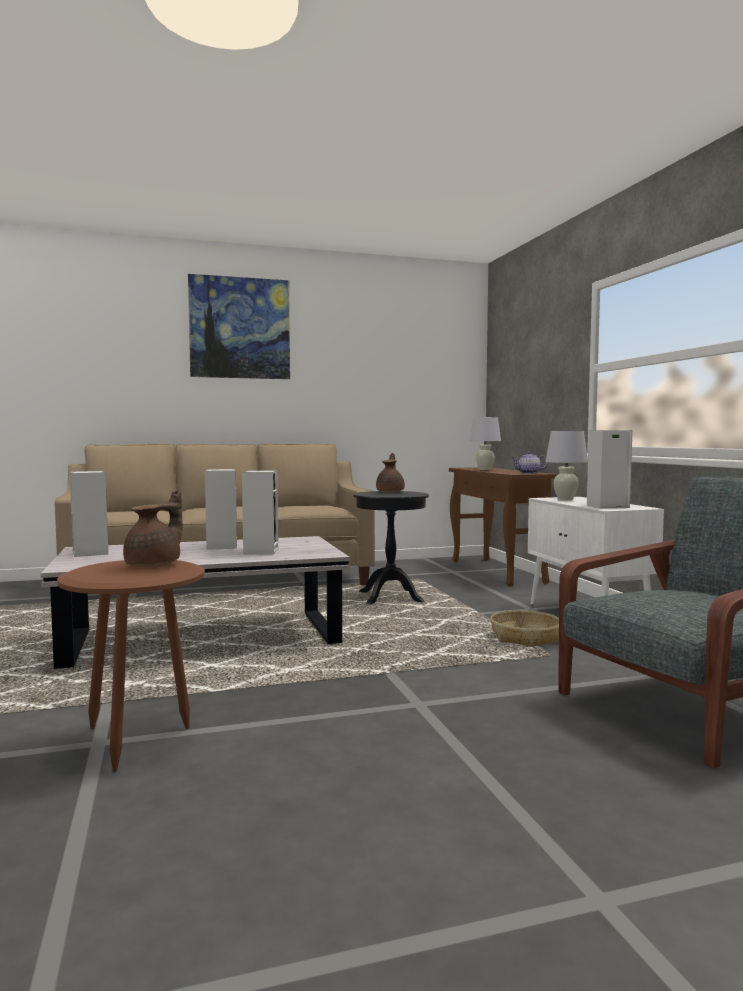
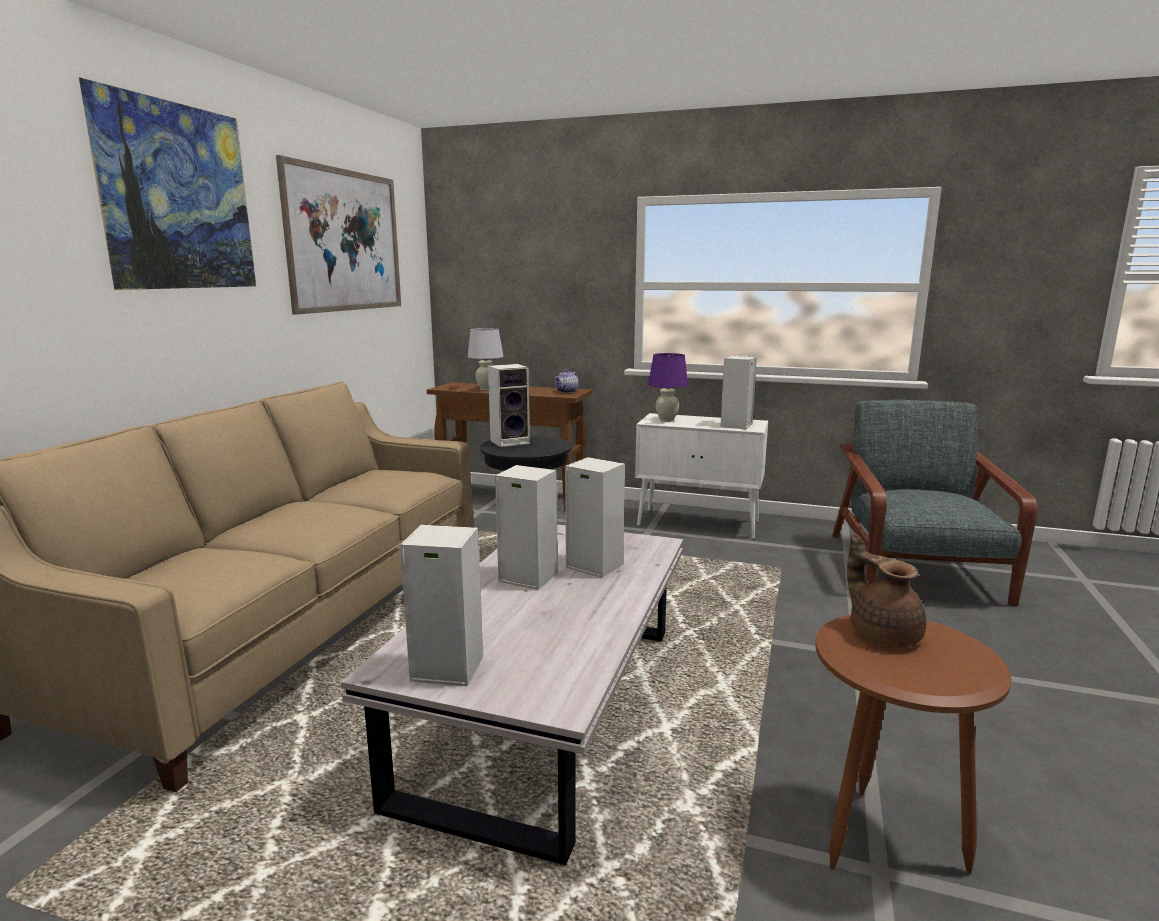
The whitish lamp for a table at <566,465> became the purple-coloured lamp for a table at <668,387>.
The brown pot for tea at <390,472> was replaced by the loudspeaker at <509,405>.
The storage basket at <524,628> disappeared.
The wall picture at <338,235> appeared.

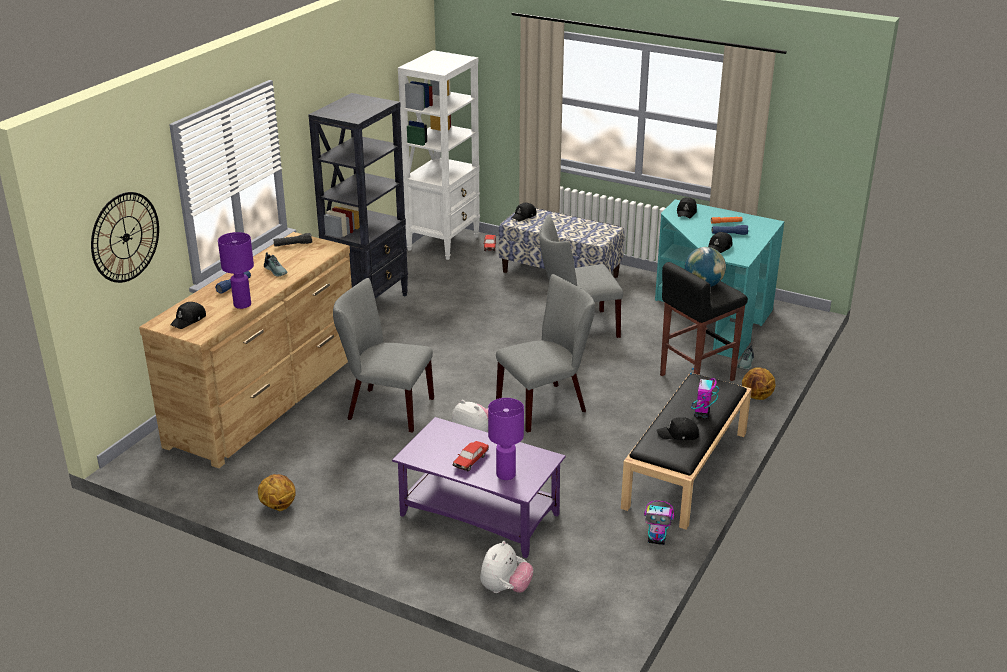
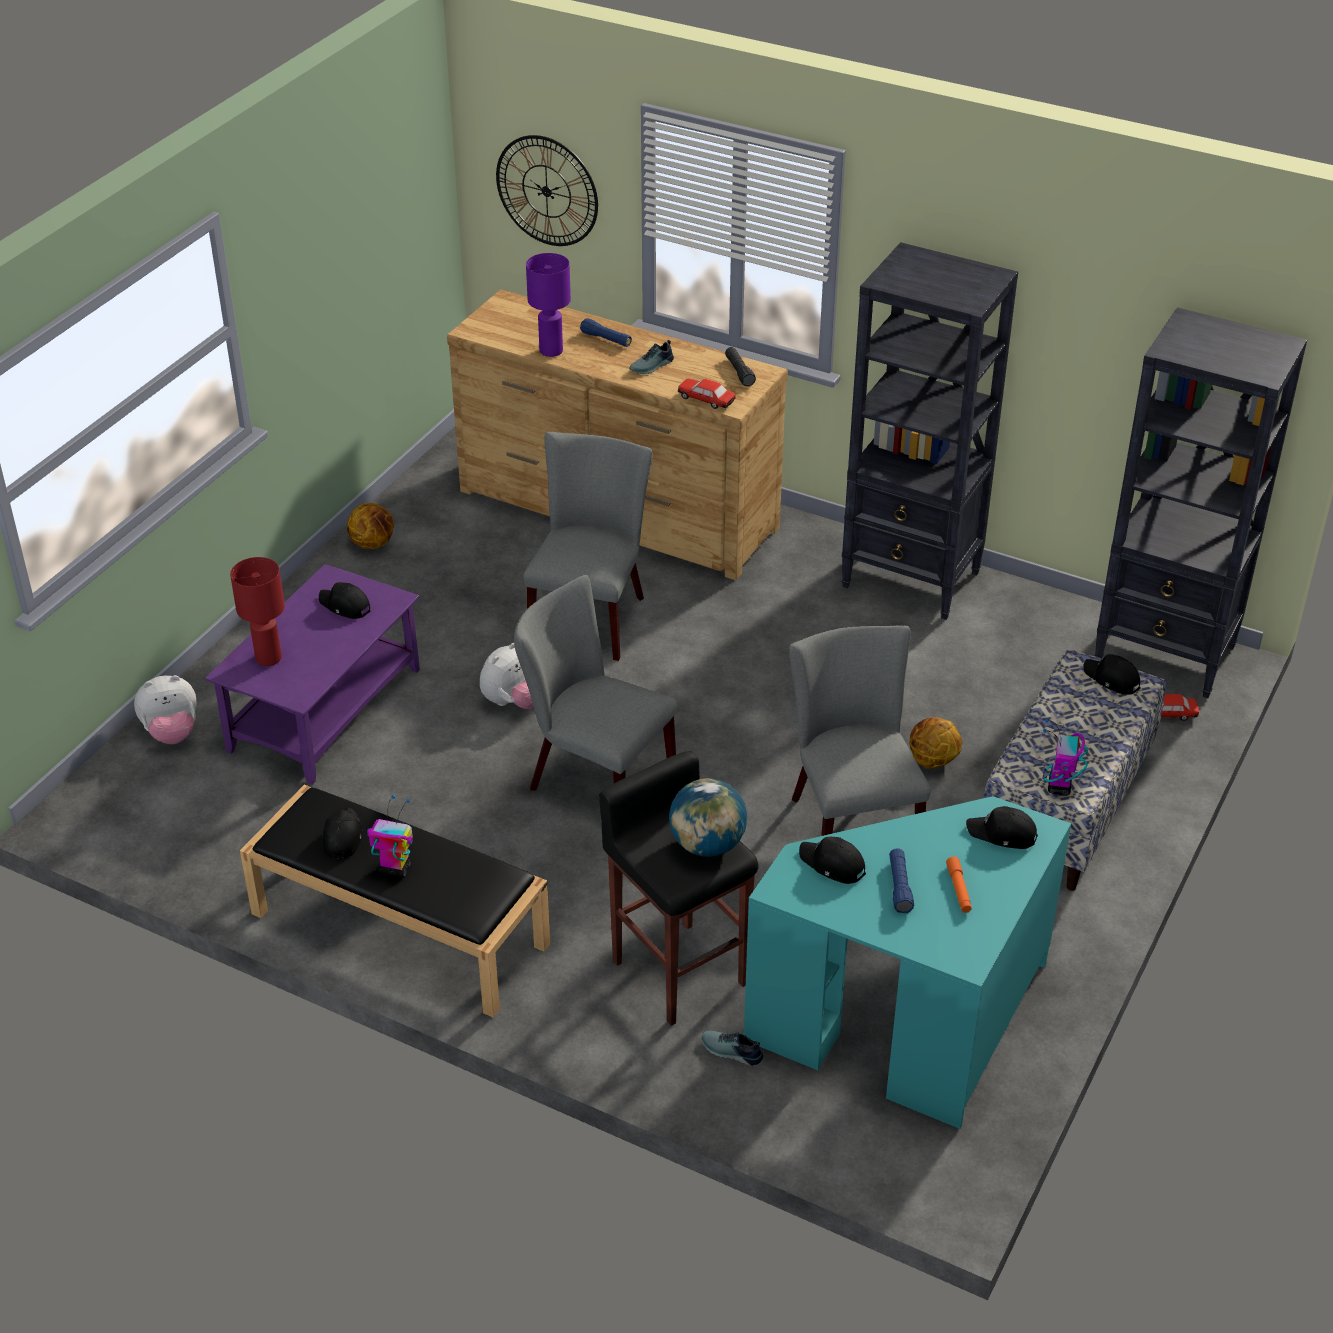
The whitish shelving unit at <439,155> became the black-coloured shelving unit at <1200,502>.
The greyish chair at <545,353> turned 150 degrees clockwise.
The black-coloured baseball cap moved from <188,315> to <344,600>.
The ball for basketball moved from <759,383> to <936,743>.
The purple-coloured lamp for a table at <506,439> became the red lamp for a table at <257,611>.
The toy car moved from <471,456> to <707,394>.
The toy robot moved from <659,523> to <1065,757>.
The cuddly toy at <506,567> turned 45 degrees counterclockwise.

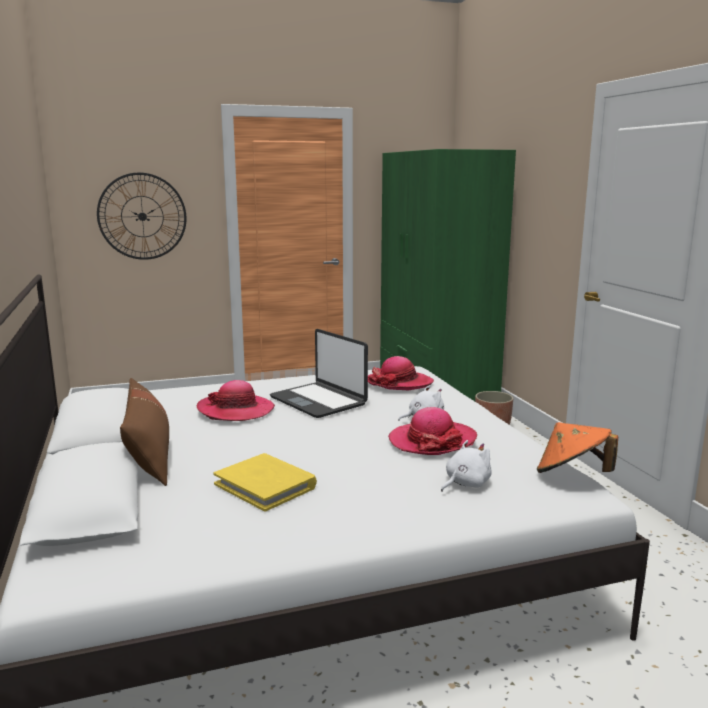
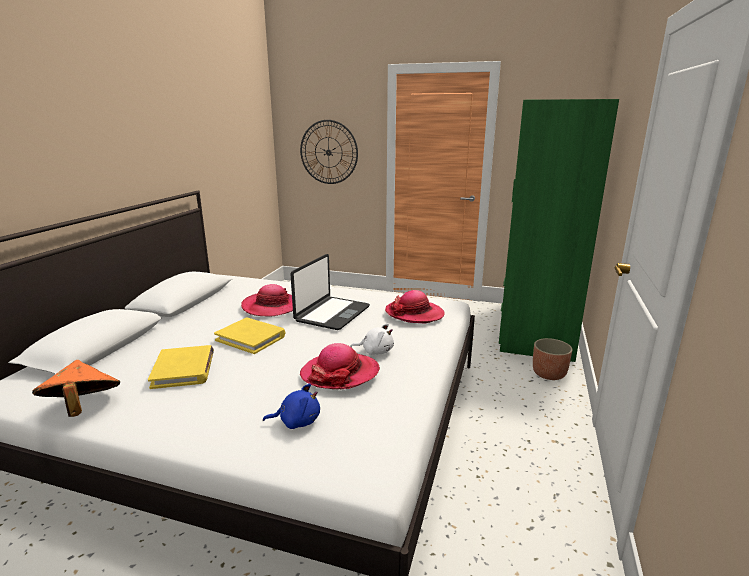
The notebook computer at <319,373> turned 150 degrees counterclockwise.
The brown throw pillow at <144,432> disappeared.
The orange-coloured wearable hat moved from <577,447> to <76,388>.
The whitish cuddly toy at <466,466> became the bluish cuddly toy at <291,406>.
The yellowish bound book at <249,336> appeared.

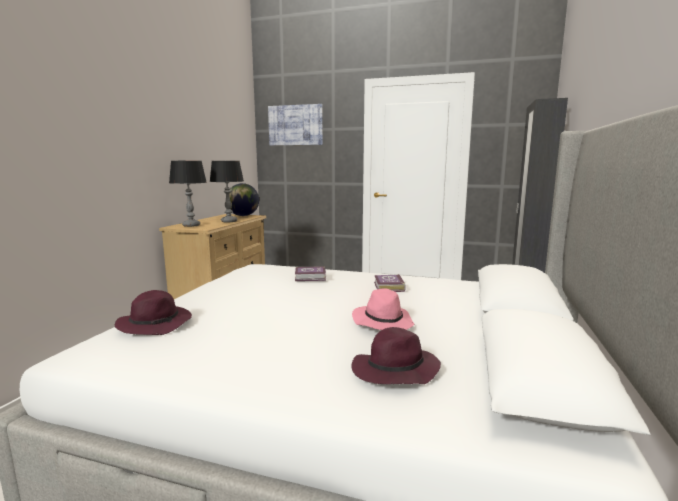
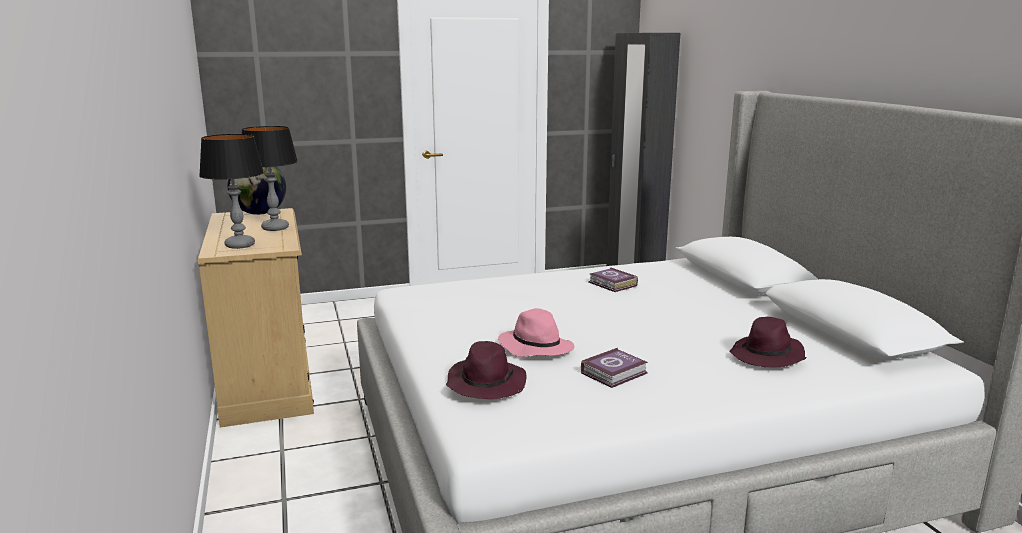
The wall picture at <295,125> disappeared.
The bound book moved from <310,273> to <614,368>.
The pink wearable hat moved from <383,309> to <536,332>.

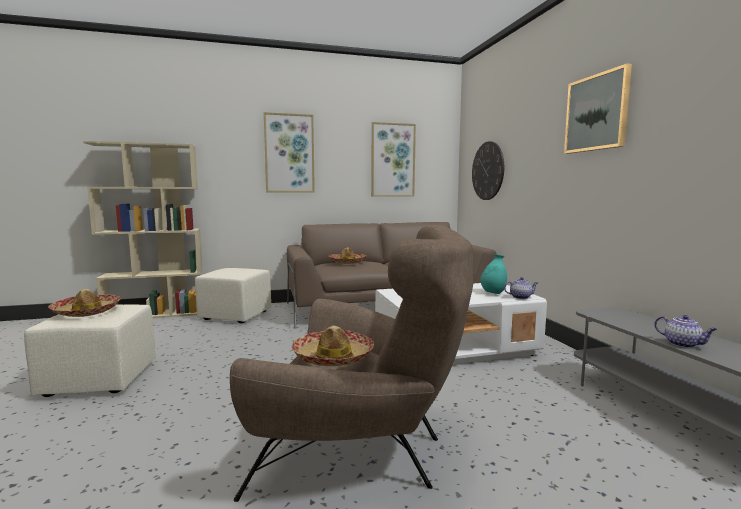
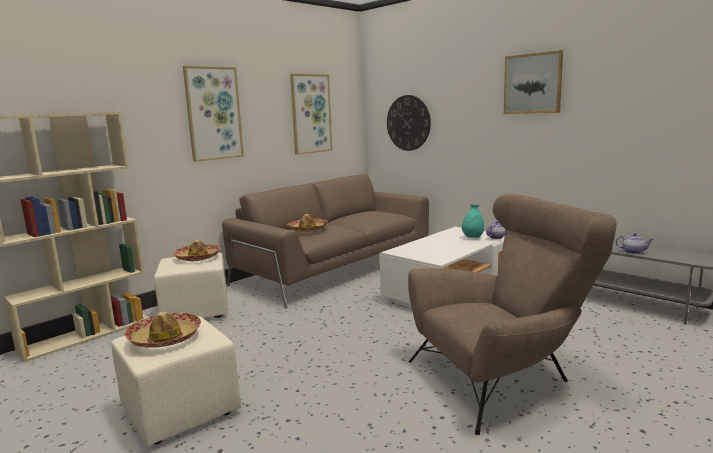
The wearable hat moved from <332,346> to <197,251>.

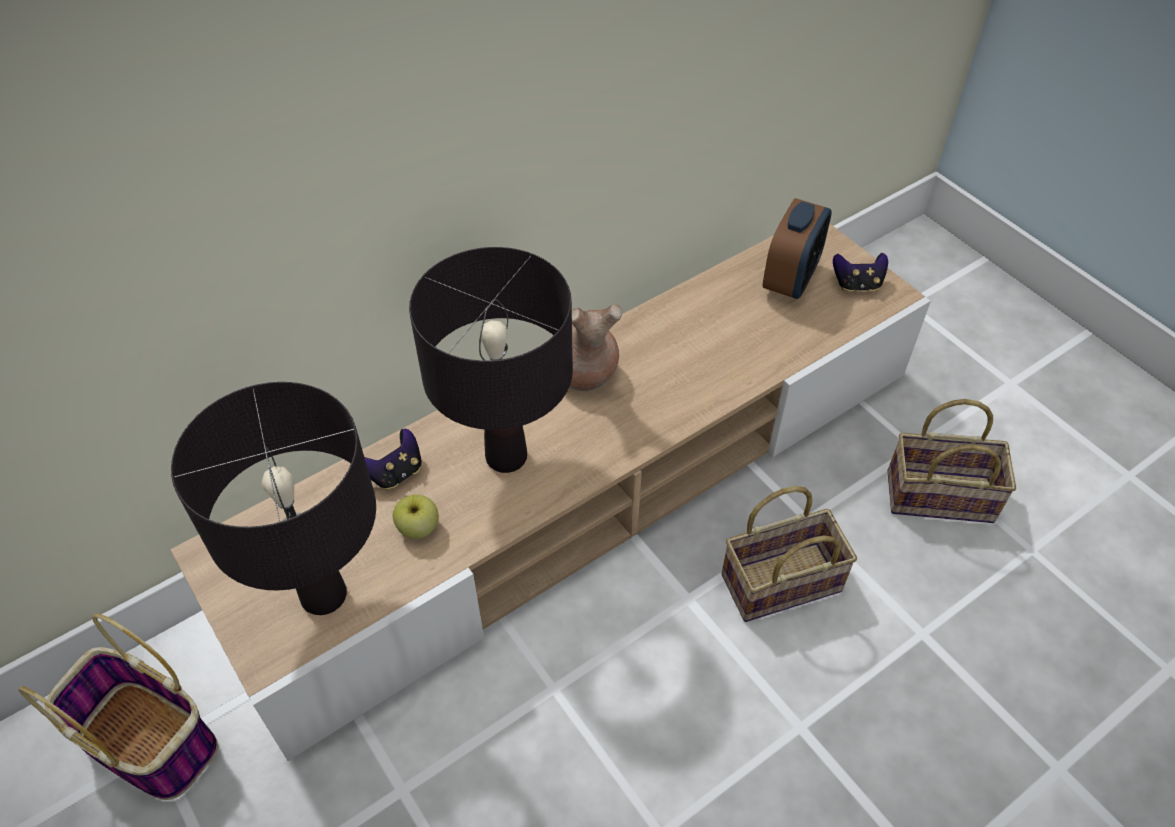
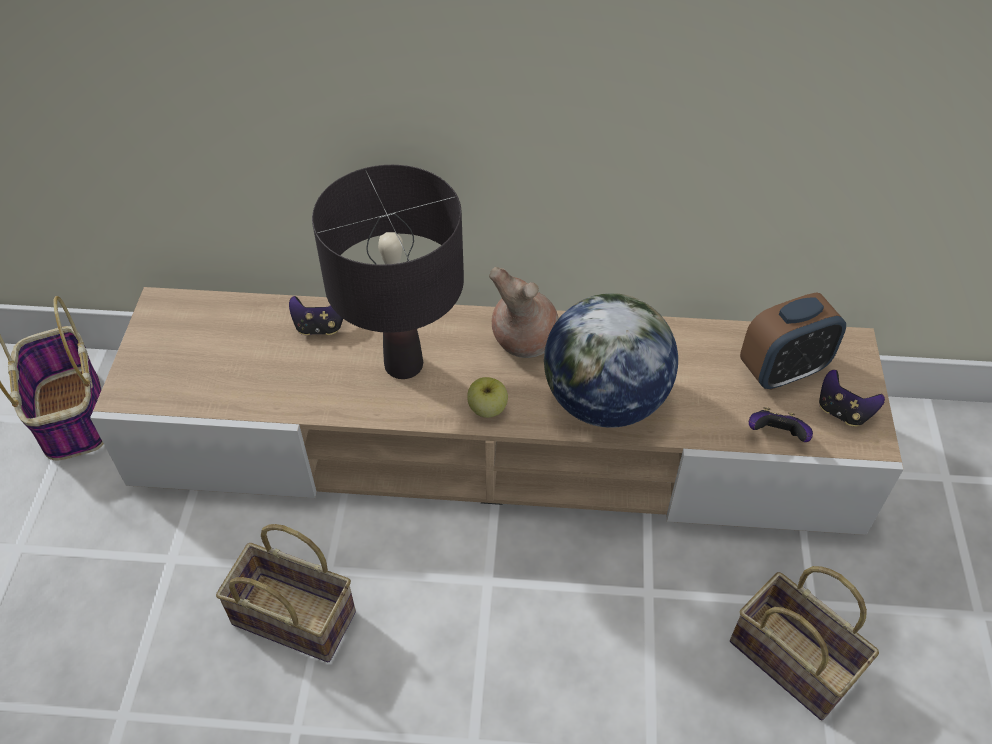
The black-coloured lamp for a table at <273,498> disappeared.
The storage basket moved from <789,554> to <286,593>.
The apple fruit moved from <415,517> to <487,397>.
The globe at <611,360> appeared.
The joypad at <781,424> appeared.

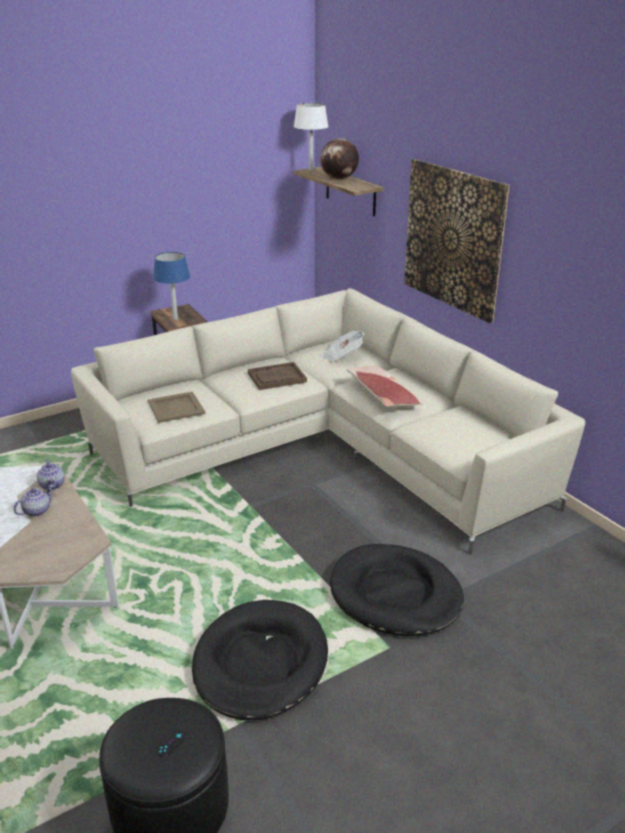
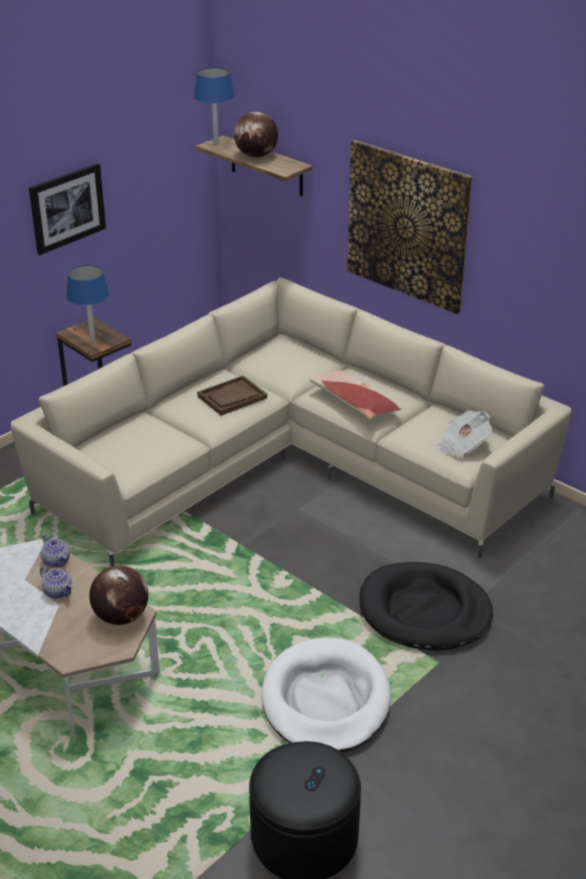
The whitish lamp for a table at <311,137> became the bluish lamp for a table at <214,106>.
The printed paper moved from <343,346> to <464,434>.
The beige tray at <176,407> disappeared.
The pot for tea at <34,501> turned 105 degrees clockwise.
The black-coloured dog cushion at <260,660> became the whitish dog cushion at <326,695>.
The wall picture at <67,209> appeared.
The globe at <118,595> appeared.

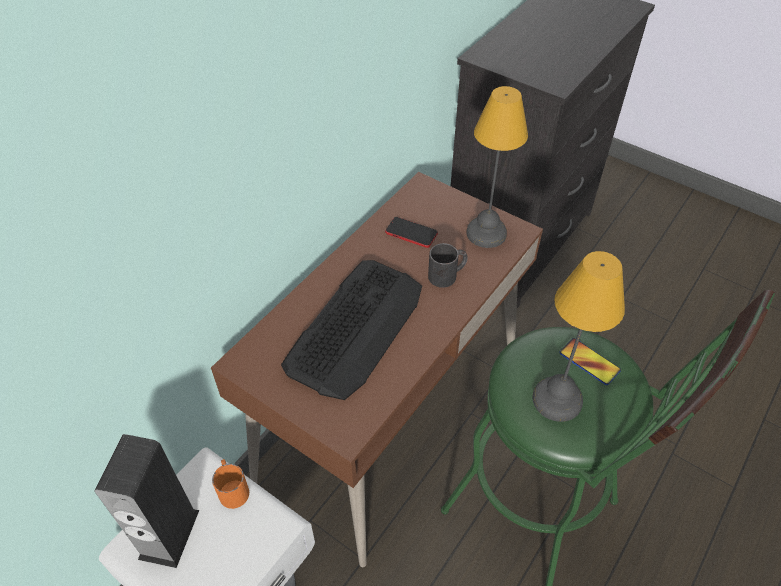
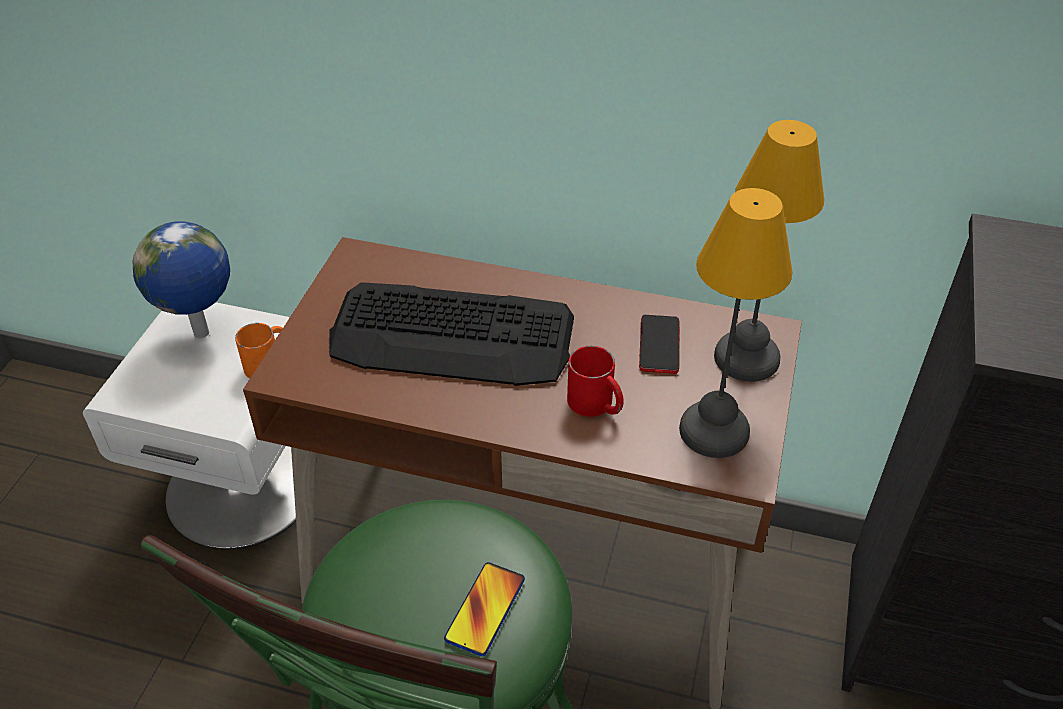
The black-coloured tea mug at <448,265> became the red tea mug at <595,381>.
The lamp for a table moved from <578,336> to <769,251>.
The loudspeaker at <146,501> was replaced by the globe at <181,279>.

